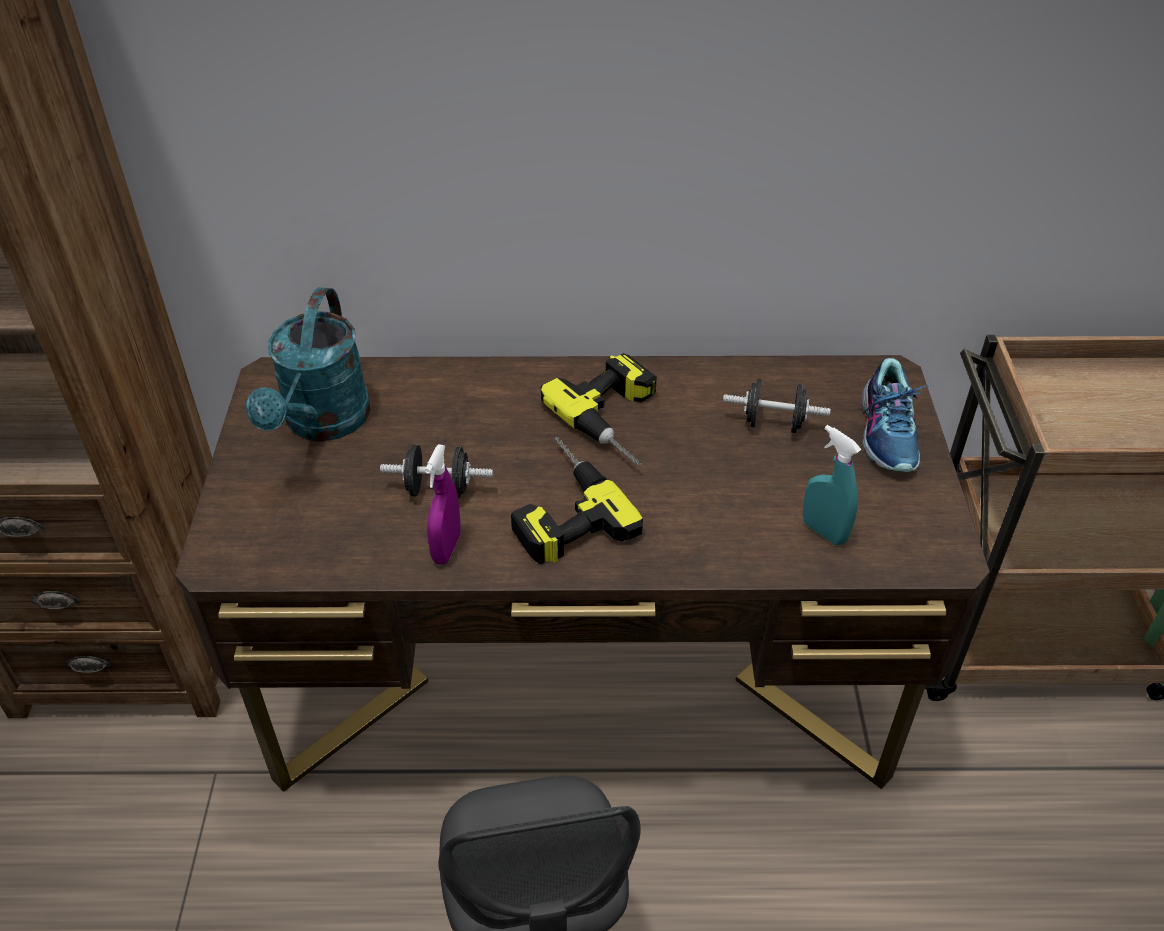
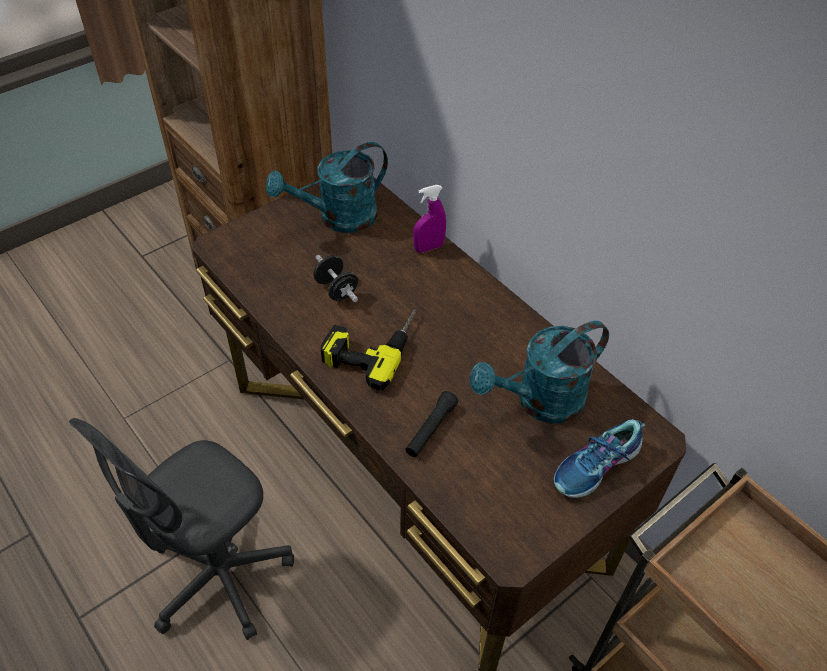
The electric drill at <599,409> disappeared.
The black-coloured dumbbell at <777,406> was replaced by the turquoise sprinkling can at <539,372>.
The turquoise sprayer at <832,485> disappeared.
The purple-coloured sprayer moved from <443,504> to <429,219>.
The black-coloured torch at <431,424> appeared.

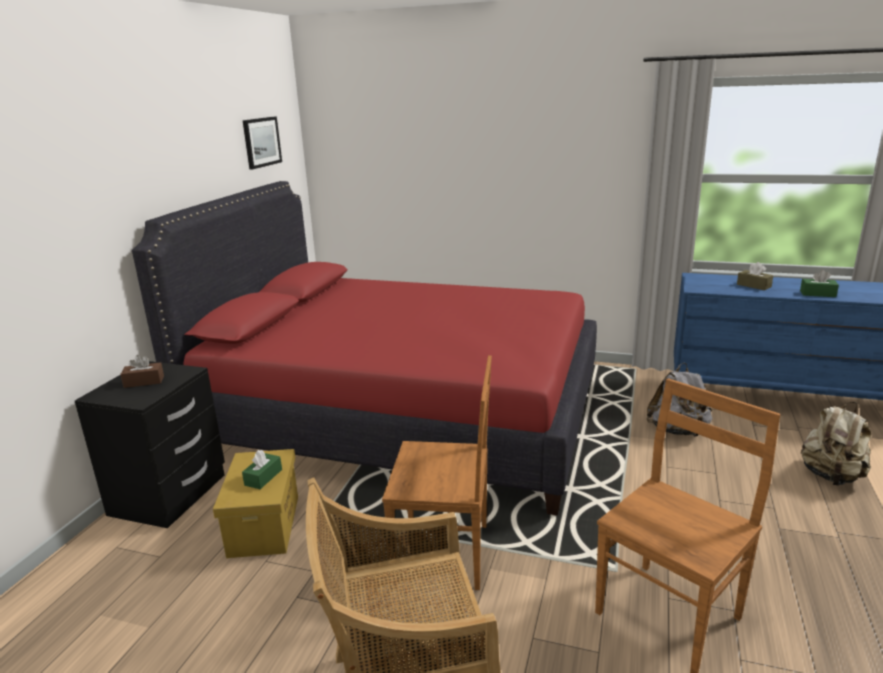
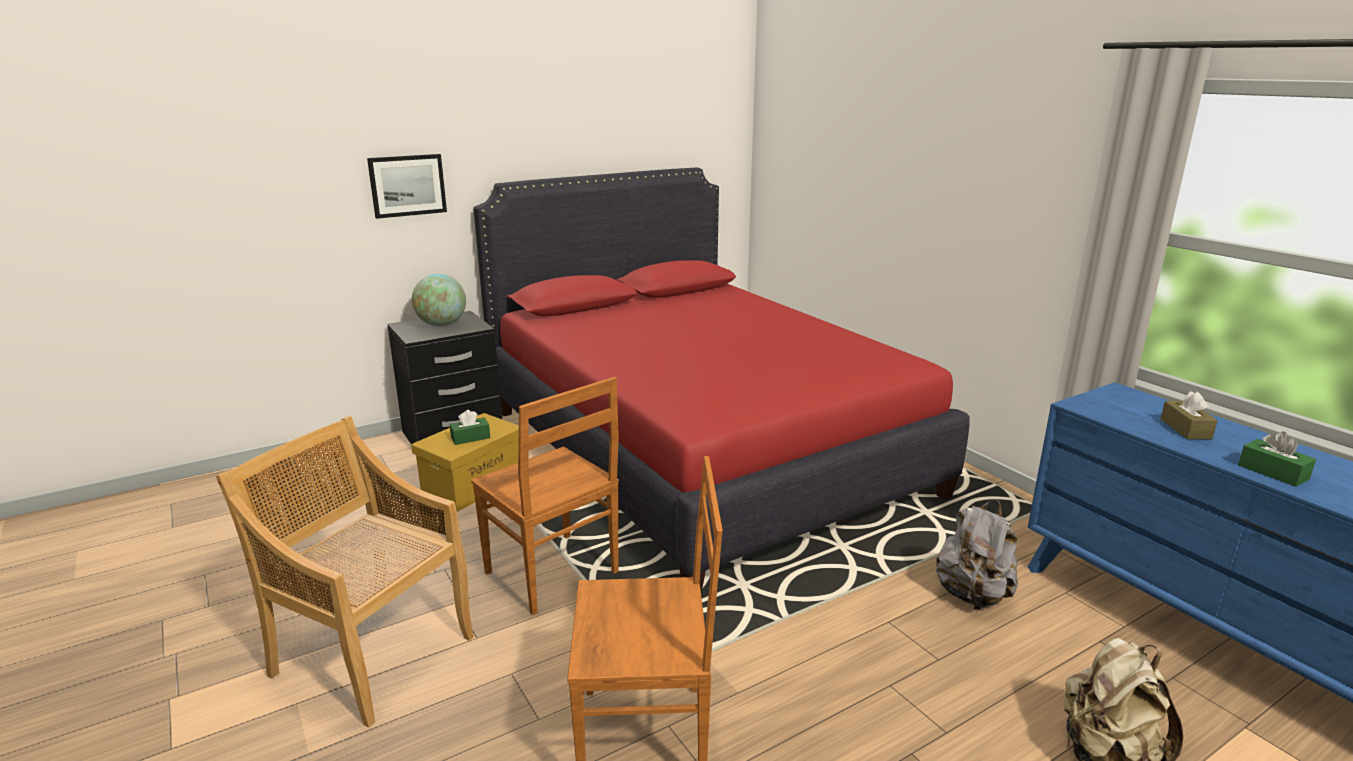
The wall picture moved from <262,143> to <407,186>.
The brown box of tissues at <142,371> was replaced by the globe at <439,300>.

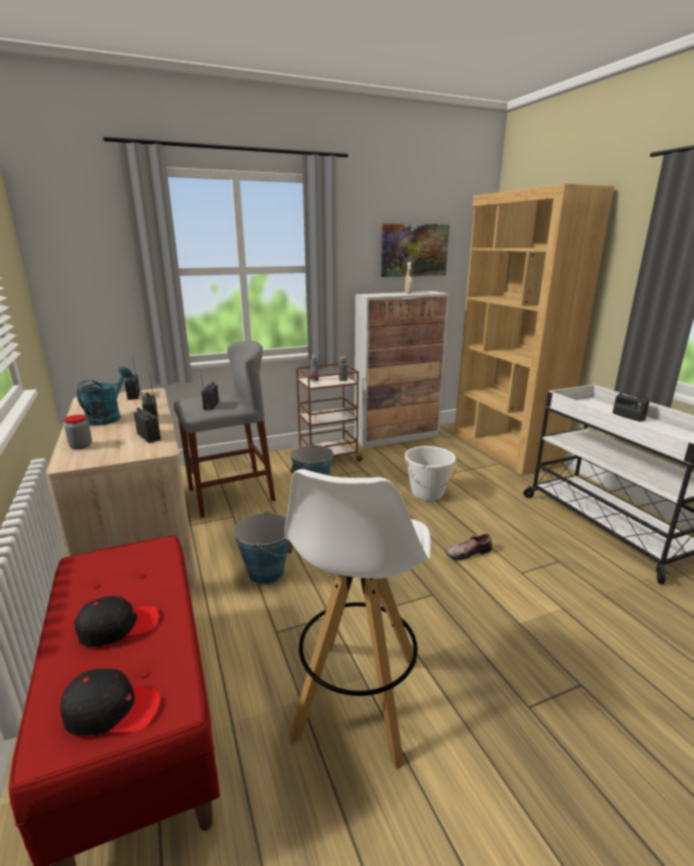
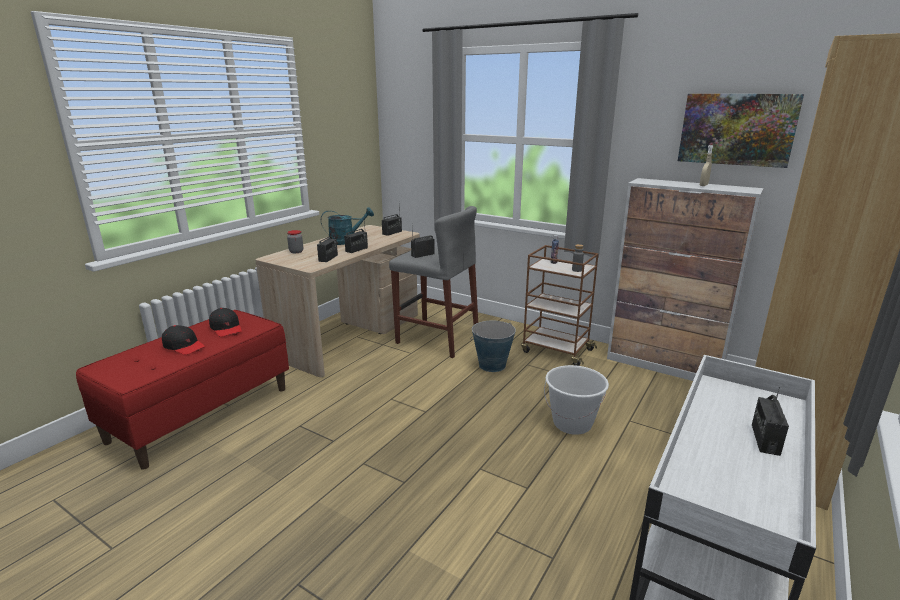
The whitish stool seat at <358,619> disappeared.
The water bucket at <263,548> disappeared.
The low shoe at <469,547> disappeared.
The black-coloured baseball cap moved from <110,702> to <225,322>.

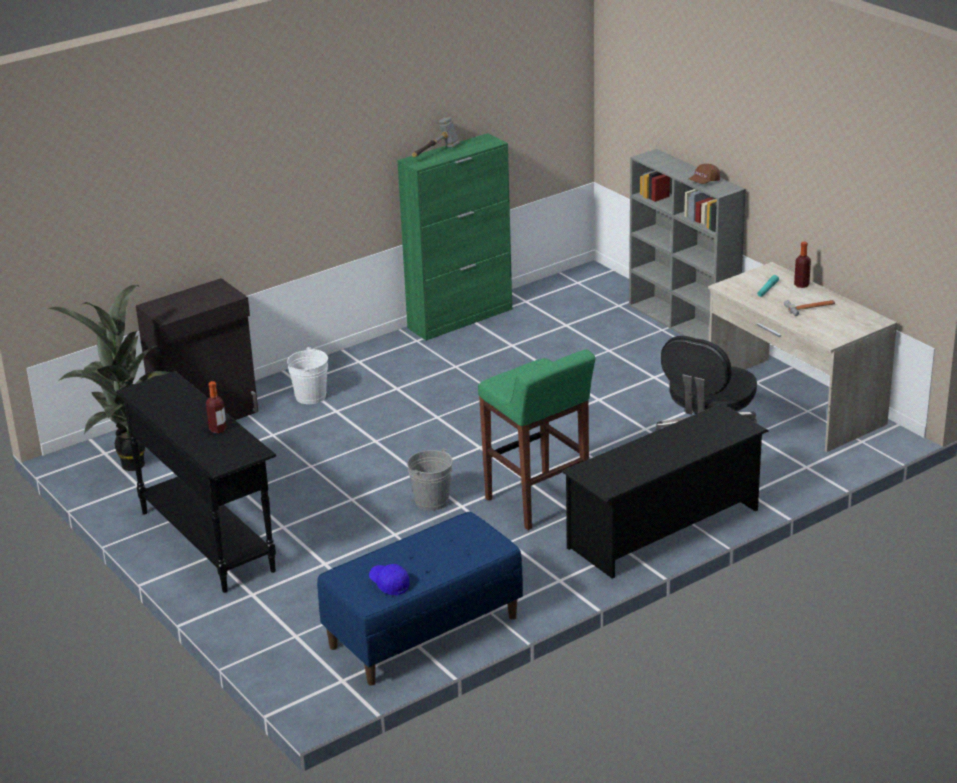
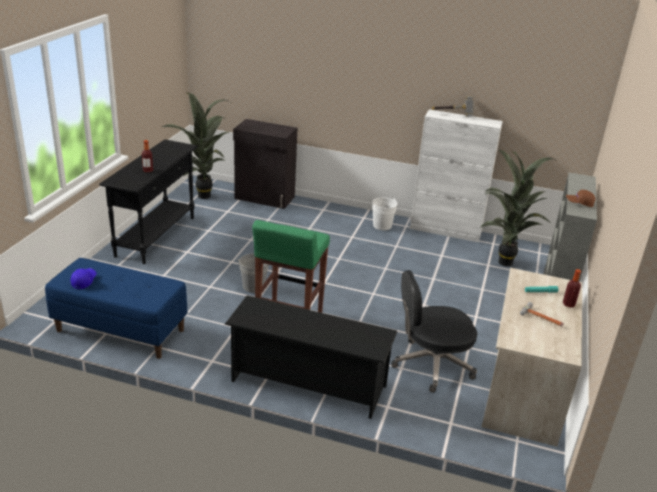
The greenish cabinet at <454,237> became the whitish cabinet at <456,175>.
The whitish water bucket moved from <307,375> to <384,214>.
The houseplant at <518,208> appeared.

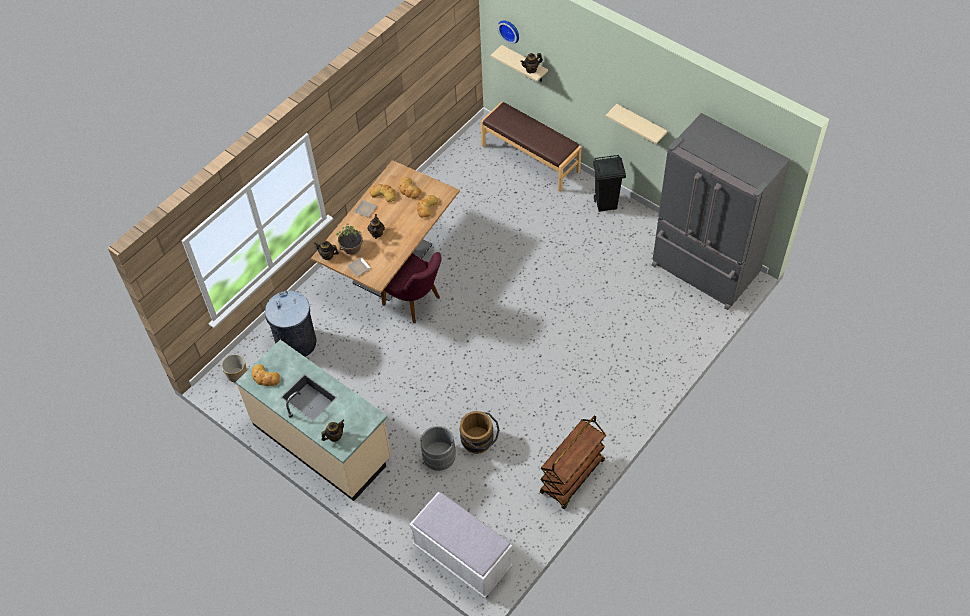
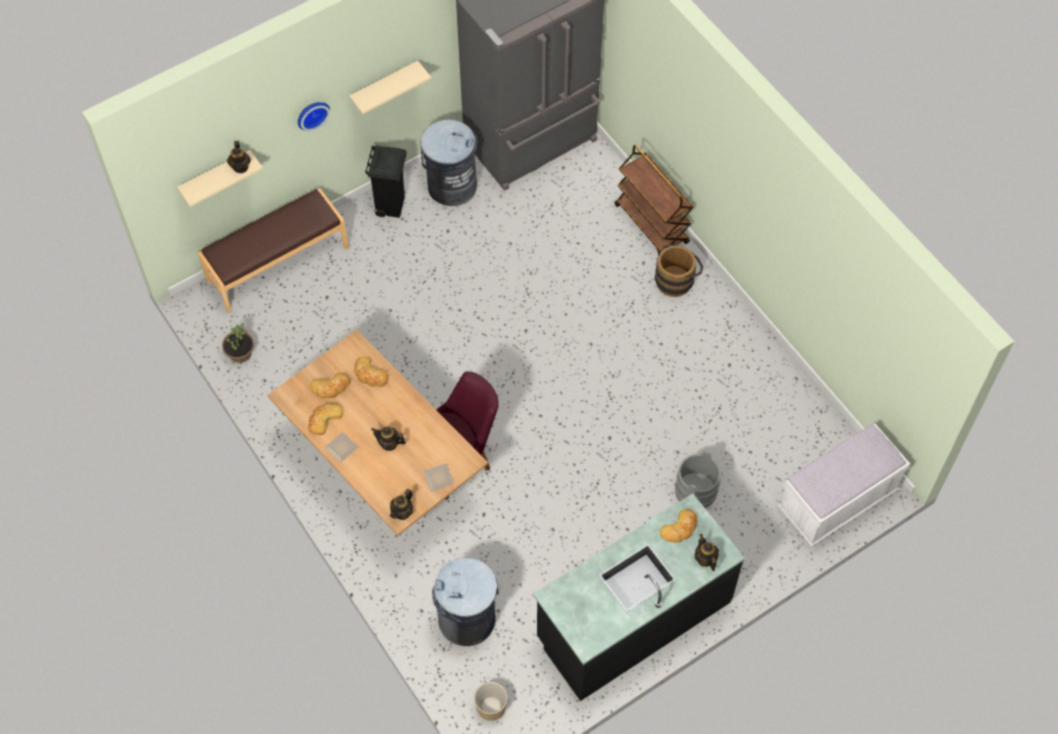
The hanging clock moved from <508,32> to <314,116>.
The houseplant moved from <349,239> to <238,343>.
The beige counter at <313,420> became the black-coloured counter at <639,597>.
The baked bread moved from <266,375> to <678,526>.
The brown water bucket moved from <479,432> to <679,270>.
The brown trolley moved from <573,462> to <654,200>.
The greyish trash can at <449,162> appeared.

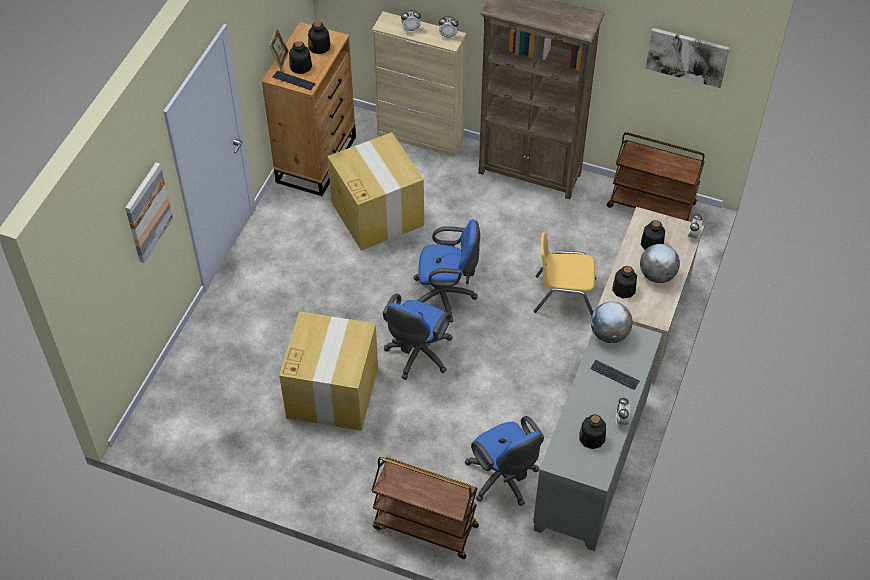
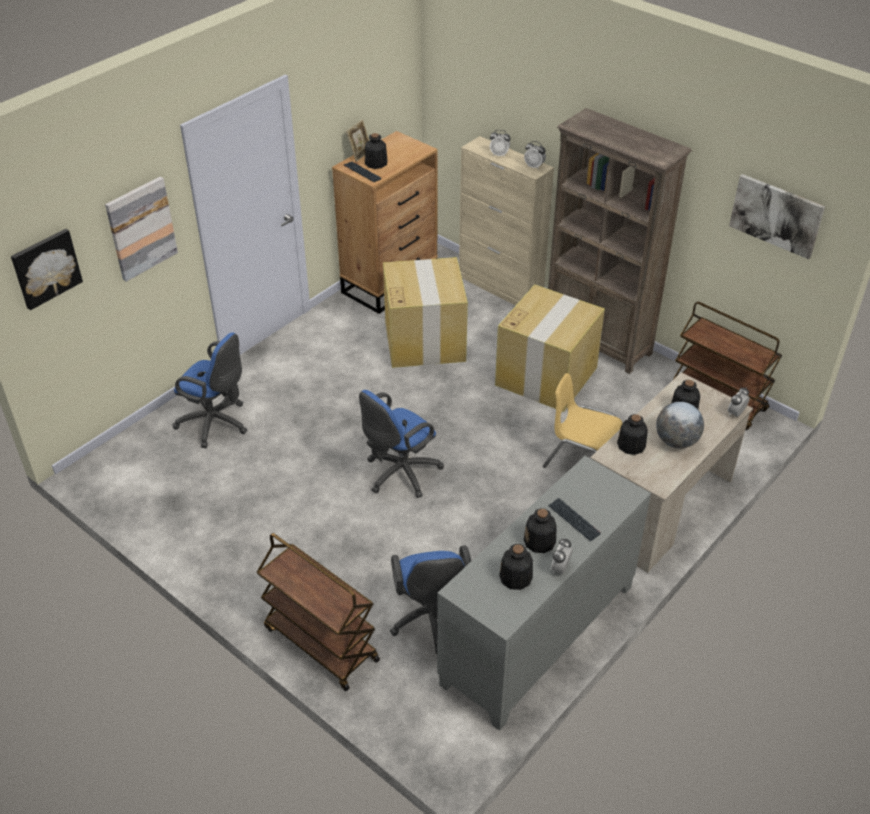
The drink bottle moved from <319,38> to <540,530>.
The bluish desk chair moved from <446,270> to <210,390>.
The globe at <612,322> disappeared.
The packing box moved from <328,371> to <550,348>.
The wall picture at <47,269> appeared.

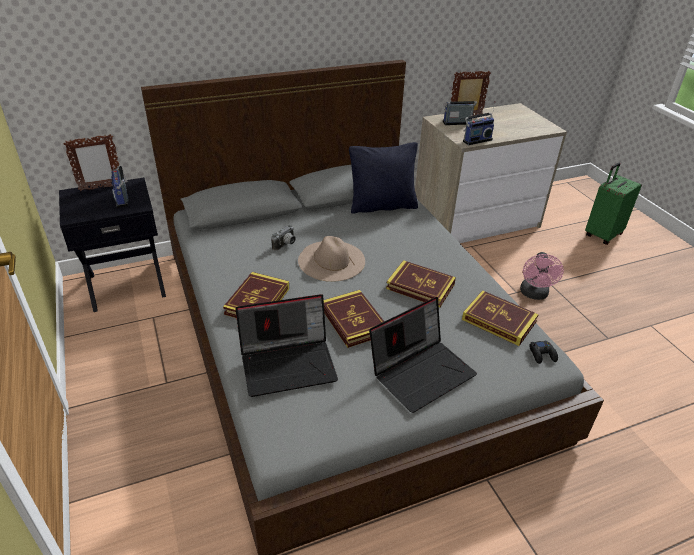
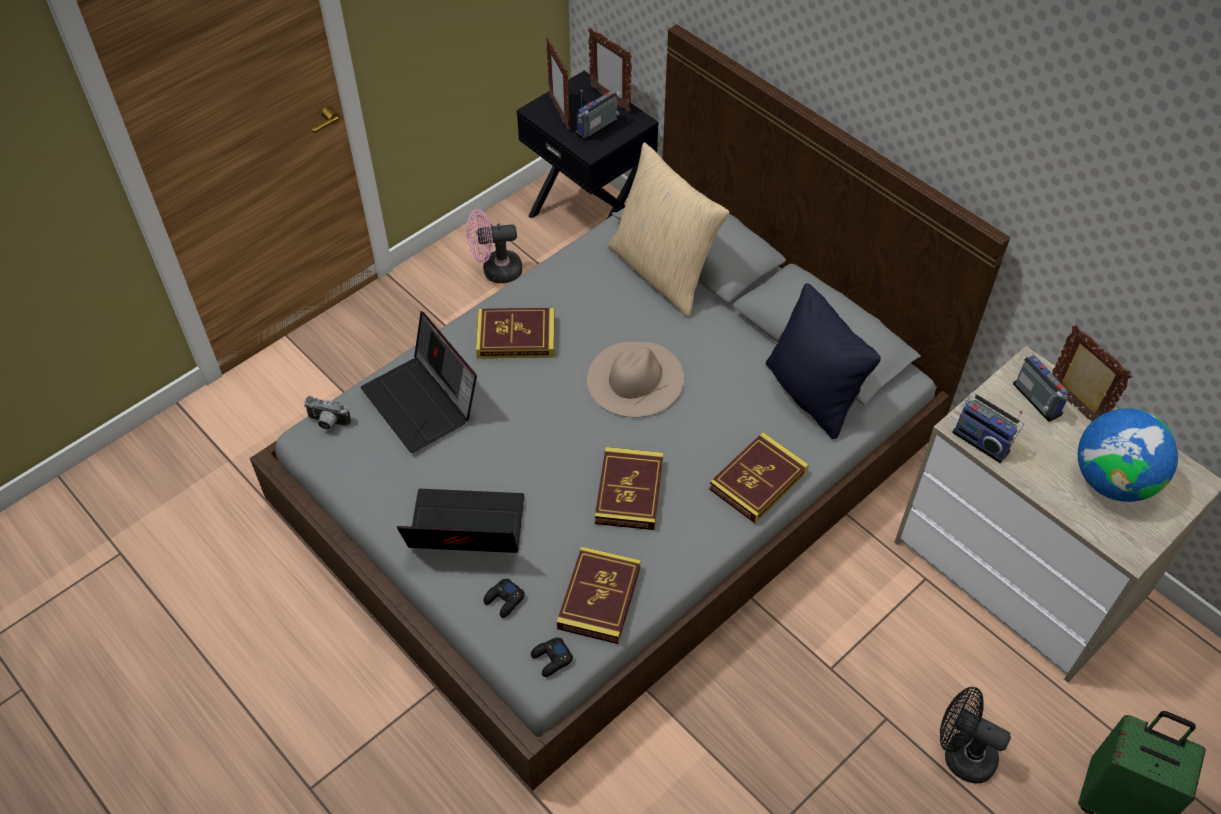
The still camera moved from <283,238> to <327,413>.
The pink cooling fan moved from <542,276> to <494,246>.
The bound book moved from <354,319> to <759,478>.
The notebook computer at <423,355> turned 150 degrees clockwise.
The standing frame at <558,84> appeared.
The beige throw pillow at <668,230> appeared.
The globe at <1128,455> appeared.
The black-coloured joypad at <504,598> appeared.
The black-coloured cooling fan at <975,735> appeared.

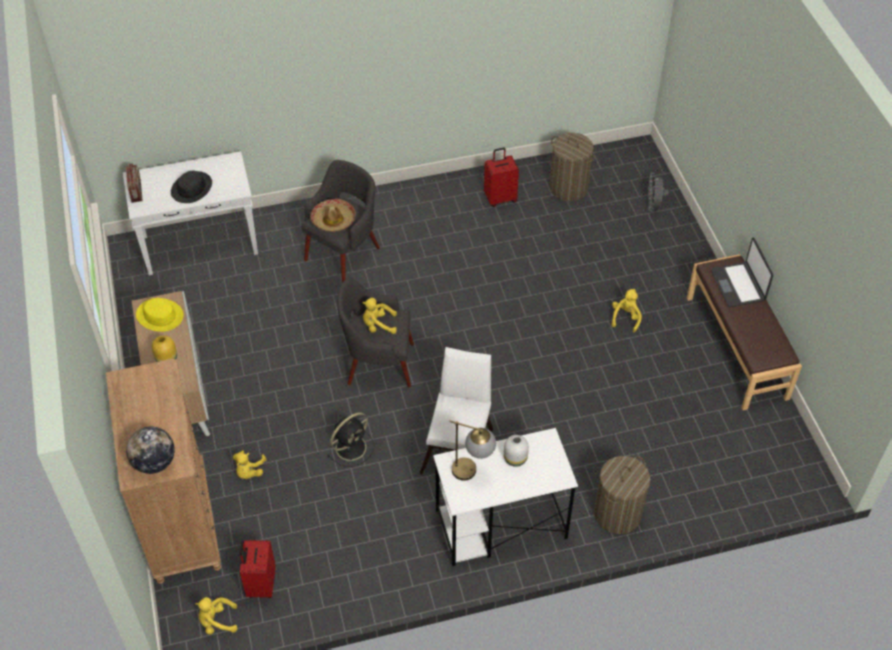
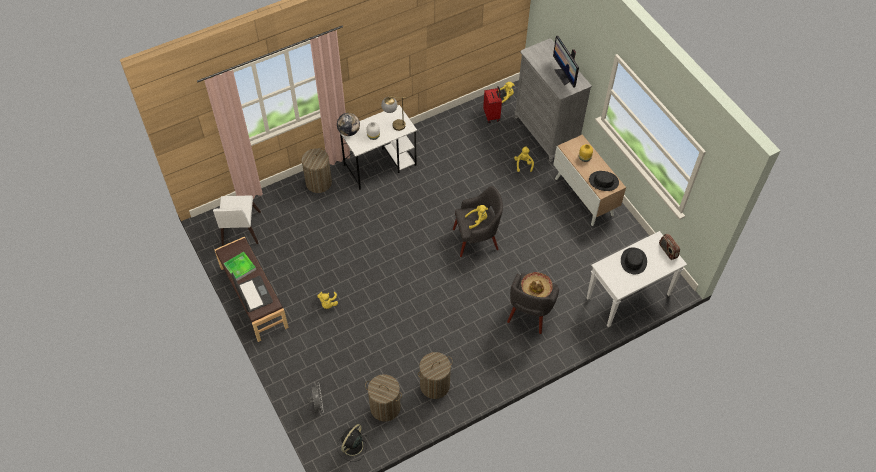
The red piece of luggage at <501,177> was replaced by the laundry basket at <435,375>.
The yellowish wearable hat at <160,315> became the black-coloured wearable hat at <604,181>.
The whitish chair moved from <456,410> to <237,220>.
The brown dresser at <163,471> became the greyish dresser at <553,100>.
The black-coloured cooling fan moved from <351,440> to <352,443>.
The globe moved from <150,450> to <348,124>.
The computer display at <566,62> appeared.
The tray at <240,266> appeared.

